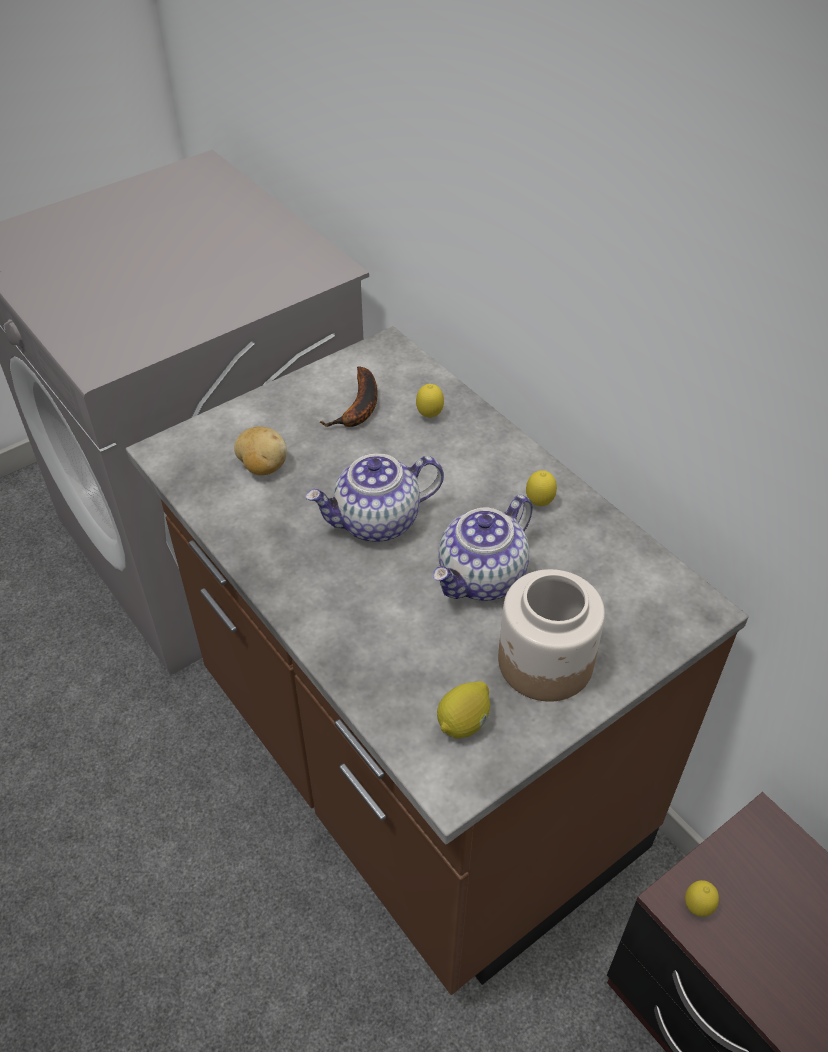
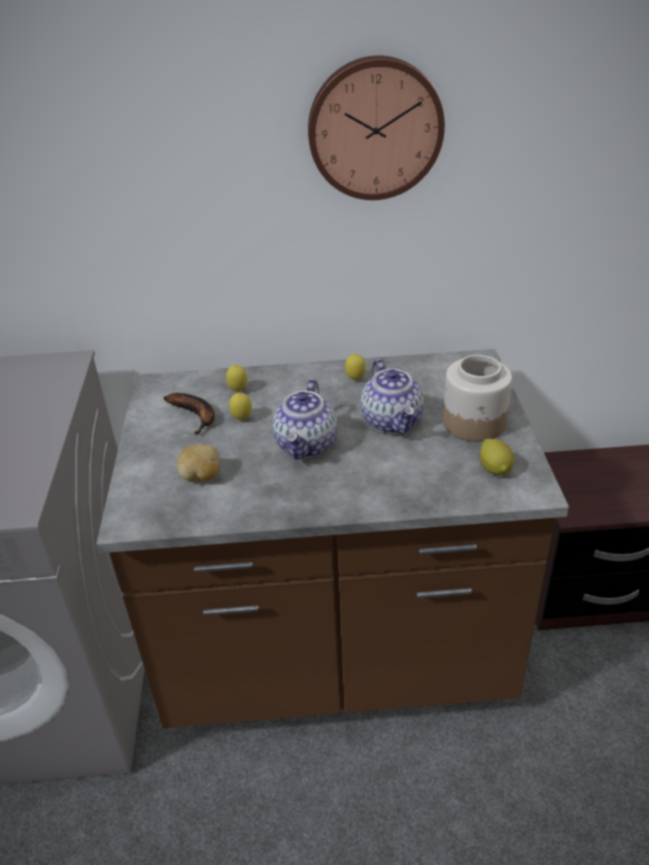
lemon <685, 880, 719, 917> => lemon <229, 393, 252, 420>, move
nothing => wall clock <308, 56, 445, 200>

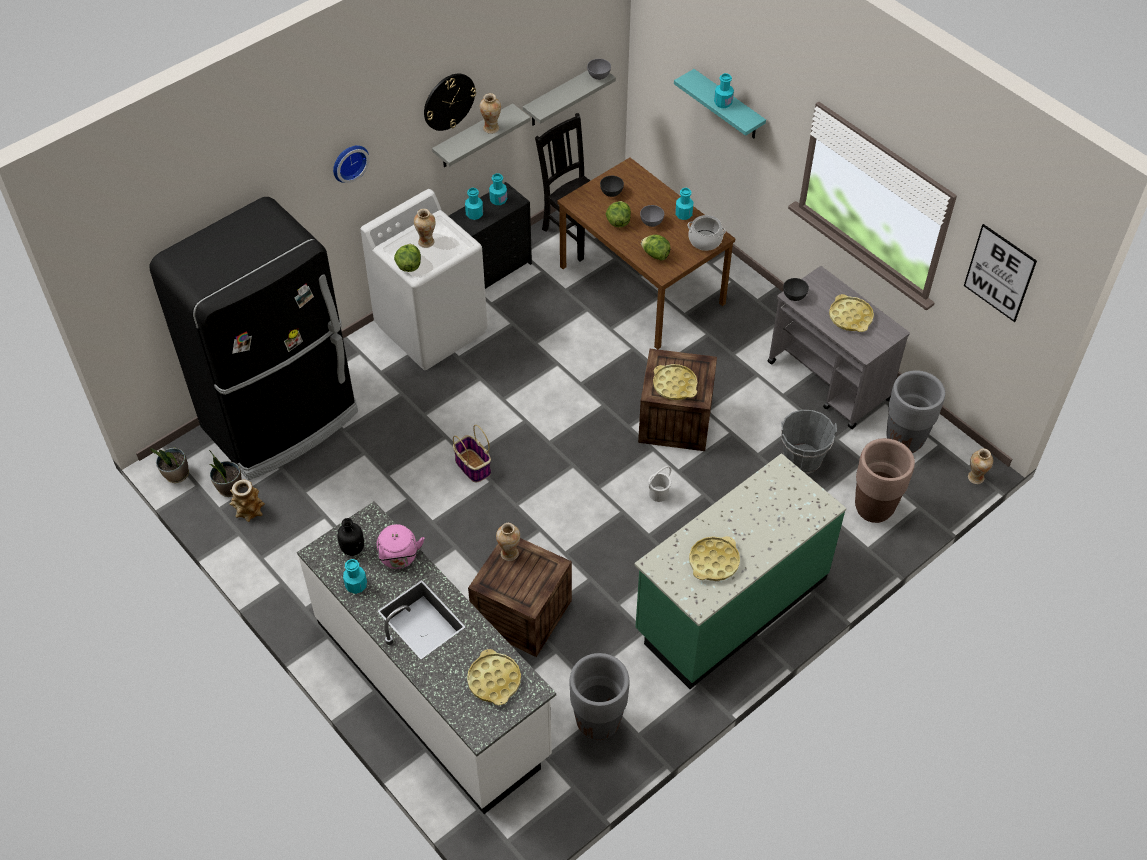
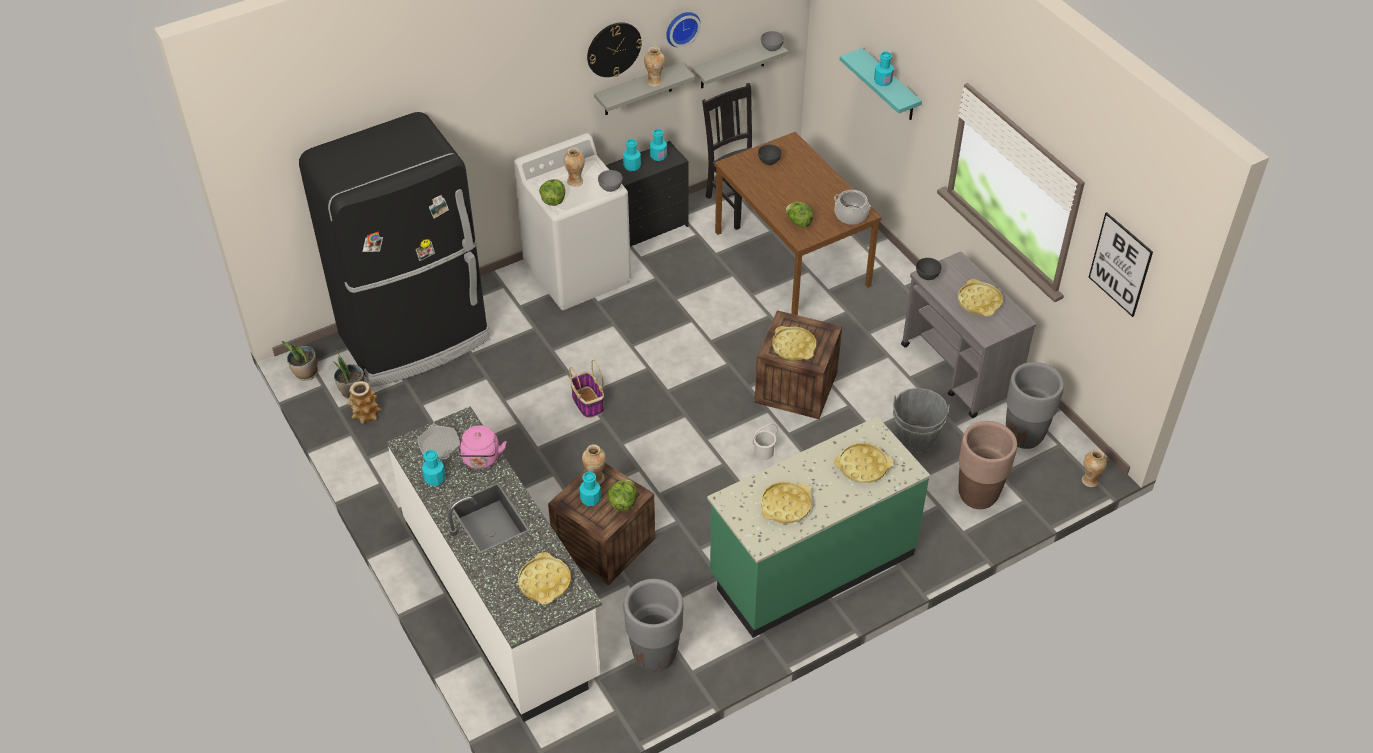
wall clock <333, 145, 369, 183> => wall clock <666, 12, 701, 47>, move
bottle (turquoise) <675, 188, 694, 220> => bottle (turquoise) <579, 472, 601, 506>, move
lettuce <606, 201, 631, 227> => lettuce <608, 479, 637, 511>, move
bowl (grey) <640, 205, 664, 227> => bowl (grey) <598, 170, 622, 192>, move
bottle (black) <337, 518, 364, 556> => frying pan <417, 424, 460, 460>
nothing => tray (yellow) <834, 443, 893, 483>

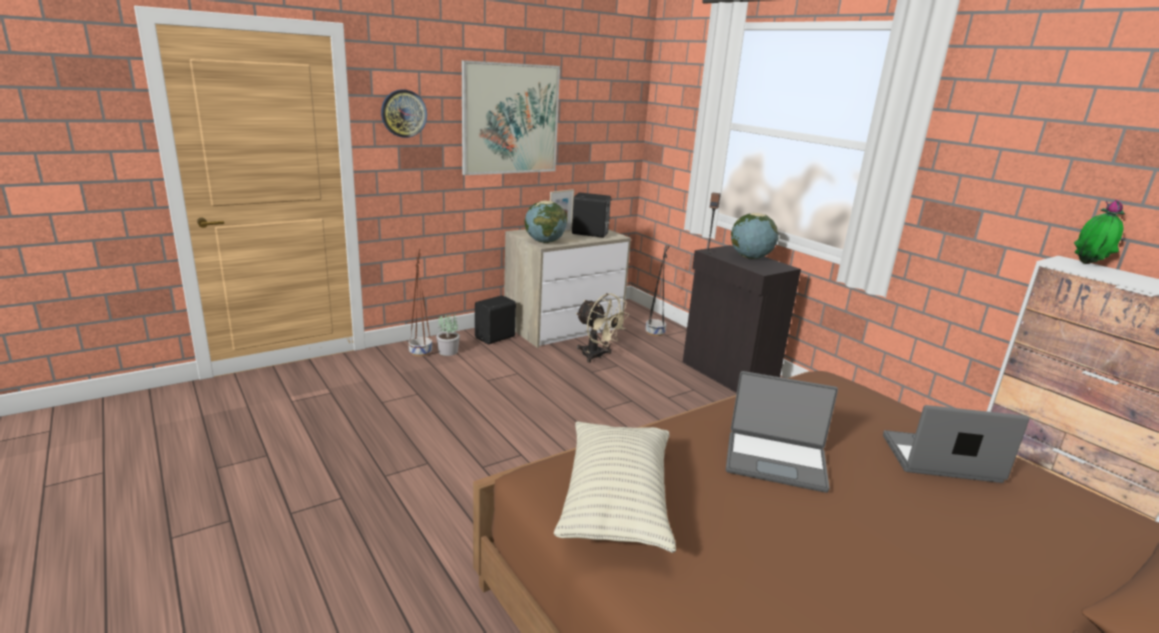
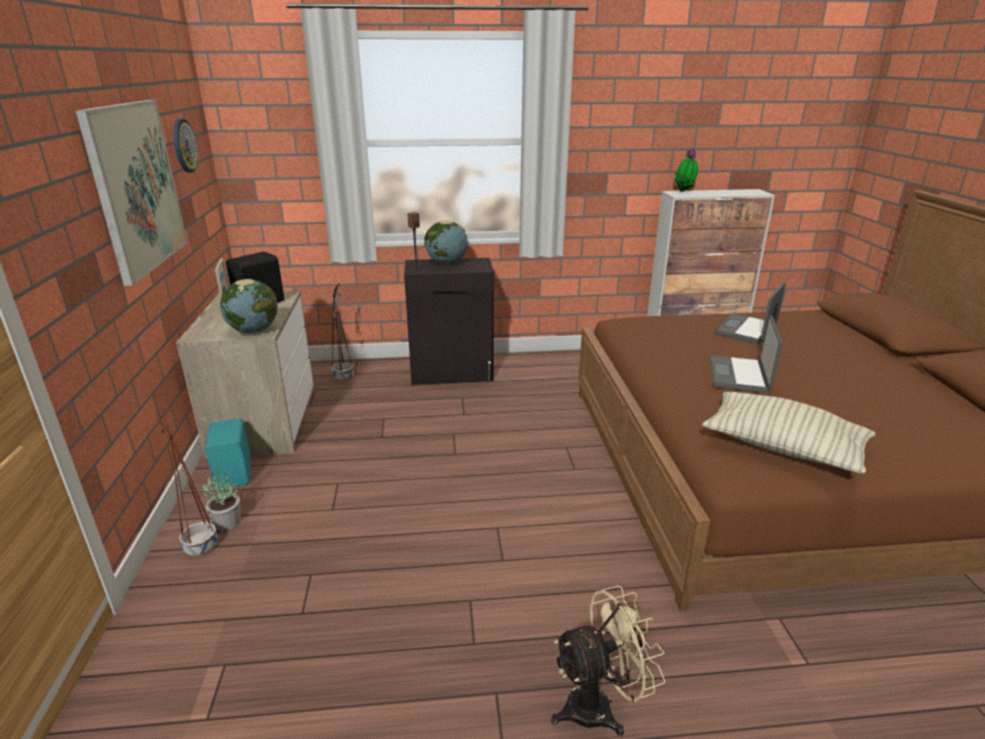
wall clock <381, 89, 427, 138> => wall clock <174, 119, 198, 173>, move
fan (beige) <576, 293, 629, 363> => fan (beige) <551, 585, 665, 736>, move
speaker (black) <475, 295, 516, 344> => speaker (turquoise) <205, 419, 251, 489>
laptop <726, 371, 838, 493> => laptop <709, 315, 783, 393>, 150 degrees clockwise

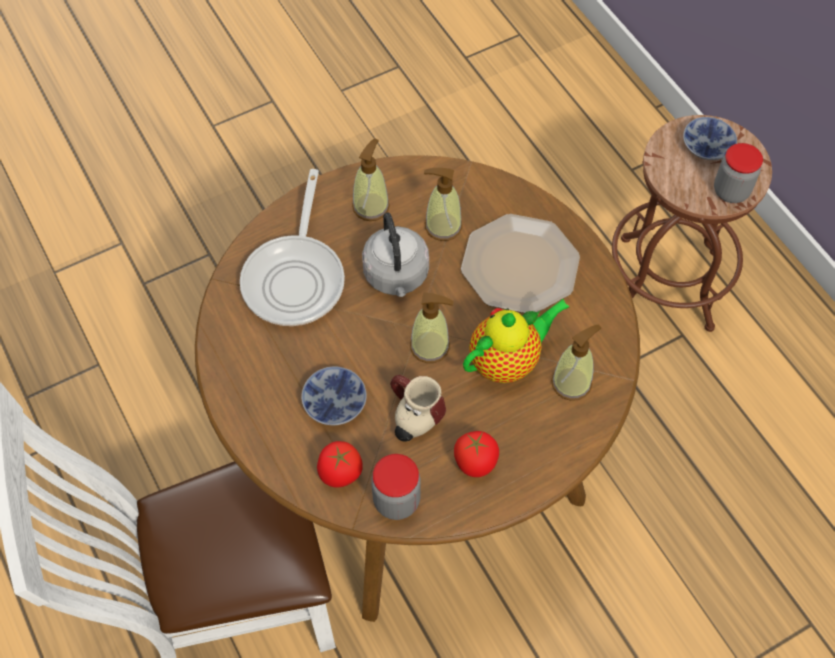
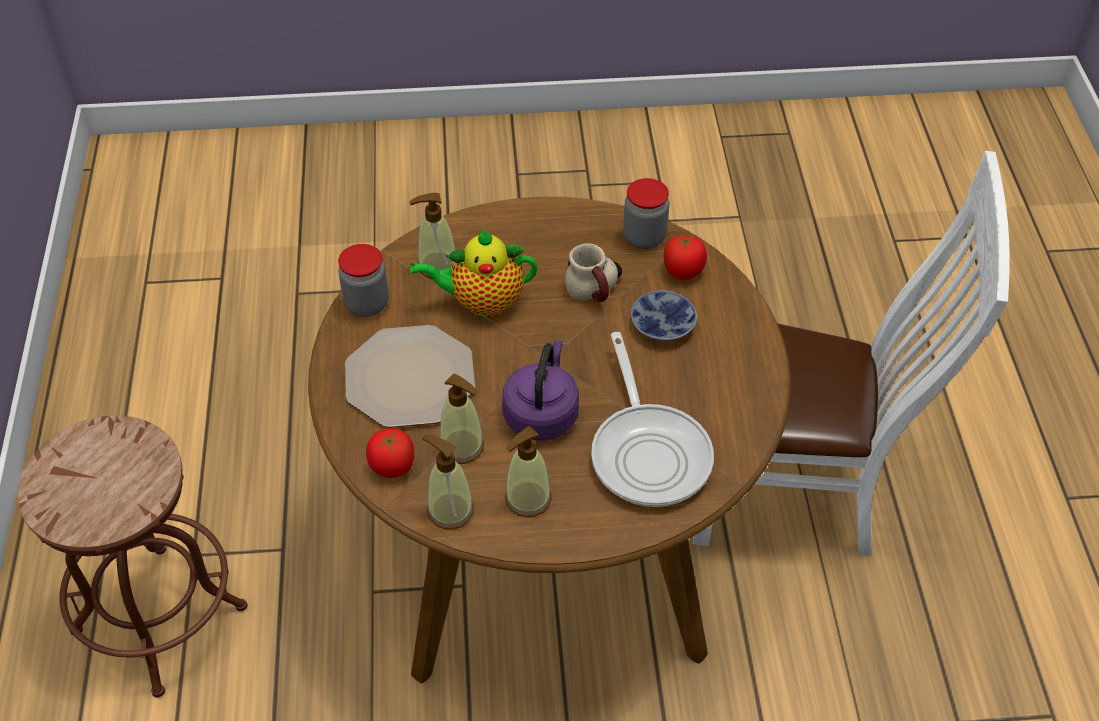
bowl <683, 117, 737, 160> => nothing
jar <714, 143, 763, 203> => jar <338, 244, 389, 317>, move
frying pan <240, 169, 345, 326> => frying pan <591, 332, 714, 507>, 135 degrees clockwise
kettle (grey) <362, 212, 429, 297> => kettle (purple) <502, 340, 579, 441>
soap dispenser <410, 293, 454, 363> => soap dispenser <422, 435, 474, 529>, move
tomato <454, 431, 499, 477> => tomato <366, 428, 414, 478>, move

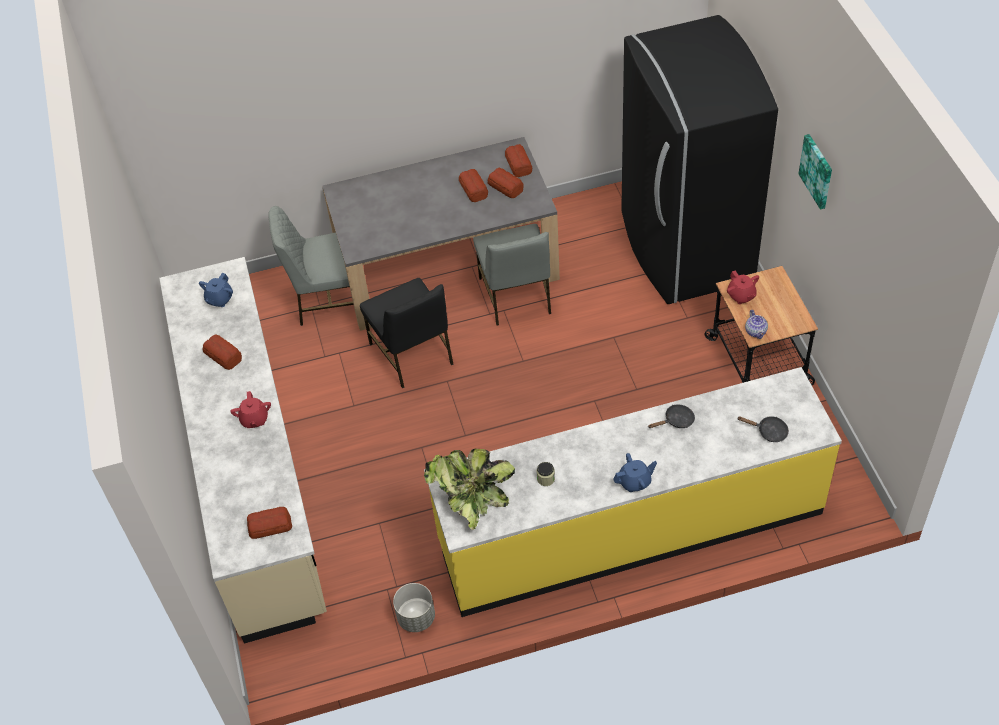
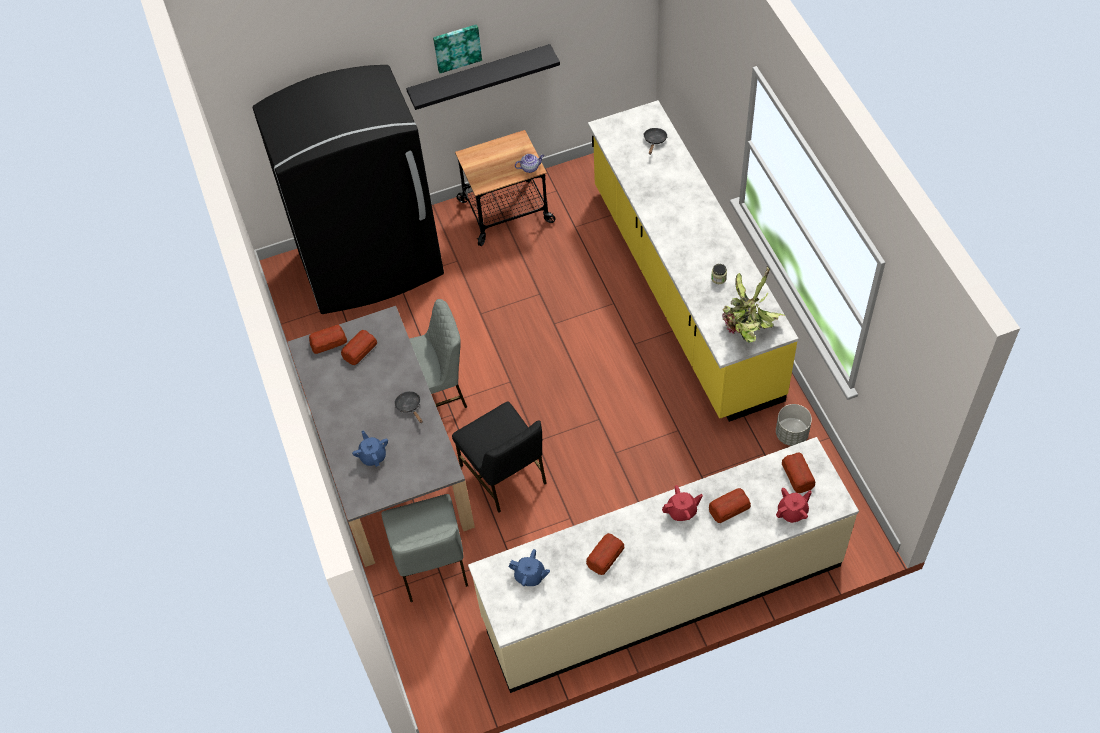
bread <459, 169, 488, 202> => bread <709, 488, 751, 523>, move
teapot (red) <727, 271, 759, 304> => teapot (red) <776, 488, 812, 523>, move
chair (black) <360, 278, 453, 388> => chair (black) <452, 402, 547, 513>, 90 degrees clockwise
frying pan (black) <648, 405, 695, 428> => frying pan (black) <395, 391, 423, 423>, move
teapot (blue) <613, 453, 657, 492> => teapot (blue) <352, 430, 388, 467>, move
nothing => shelf (black) <406, 44, 560, 110>

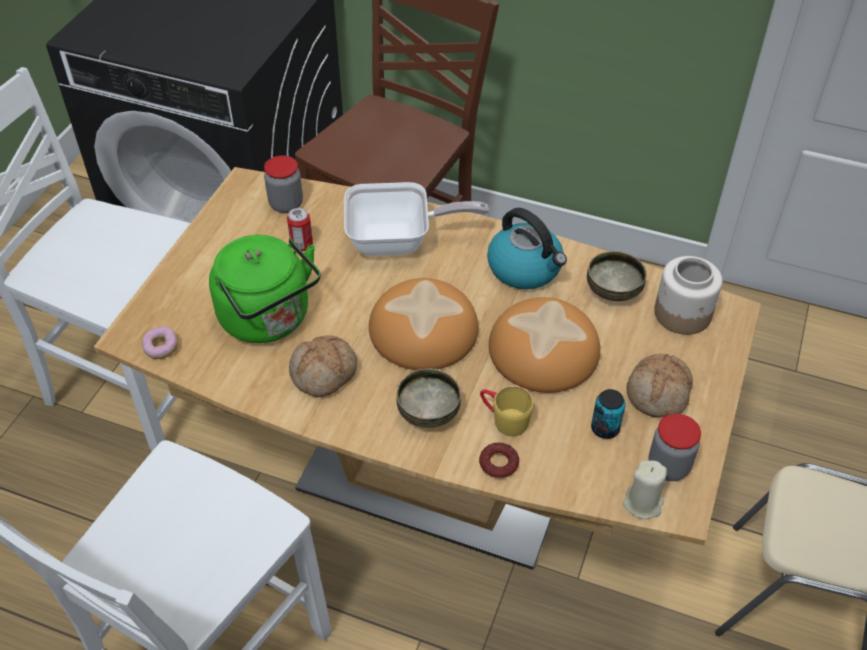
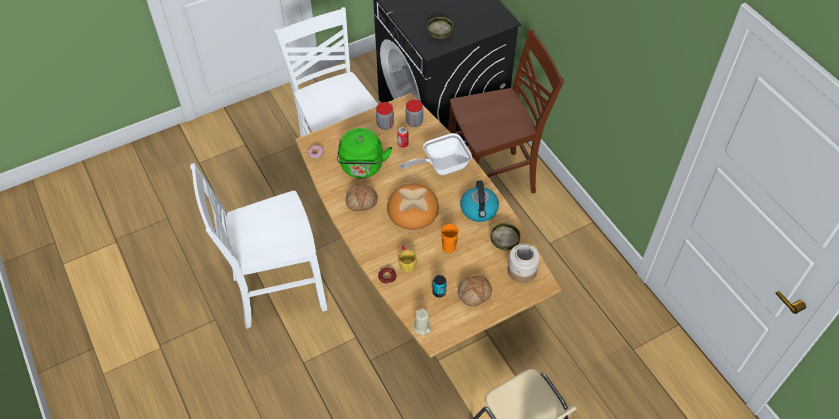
frying pan <344, 182, 489, 256> => frying pan <400, 133, 472, 175>, 120 degrees clockwise
bread <489, 297, 600, 393> => cup (orange) <441, 224, 459, 253>
bowl <396, 368, 461, 428> => bowl <427, 17, 453, 39>, move
jar <648, 414, 701, 481> => jar <376, 102, 394, 130>, move

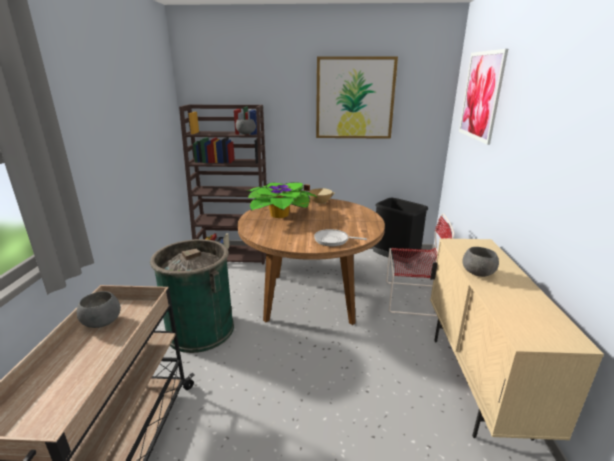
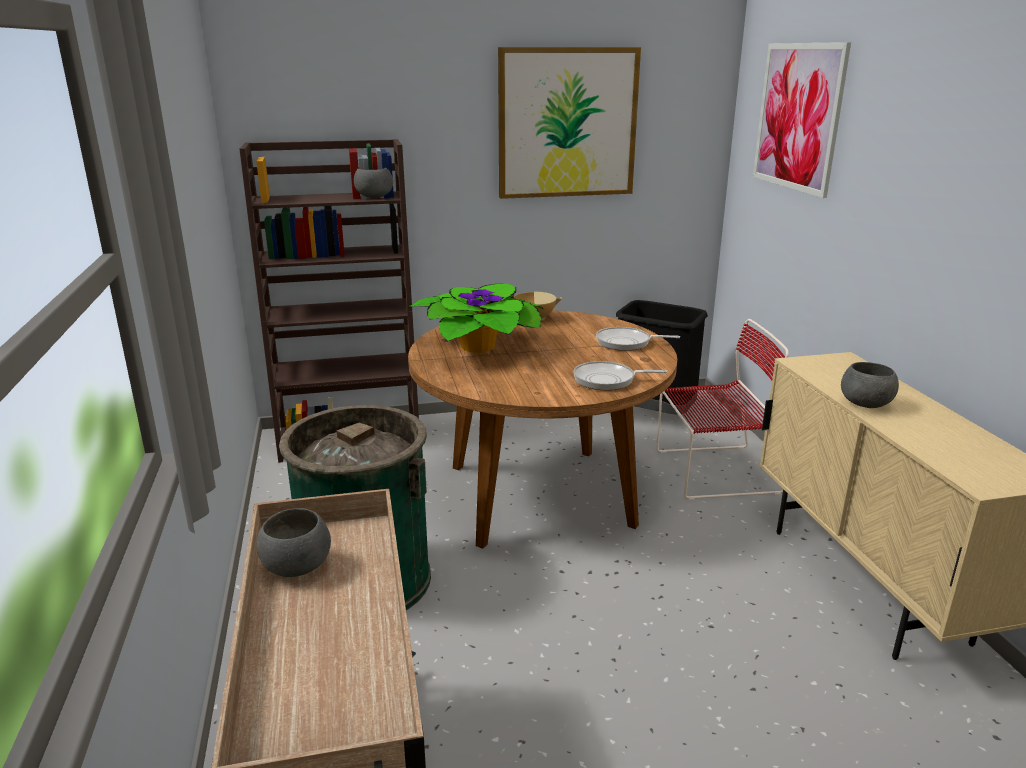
nothing => frying pan <596, 327, 680, 351>

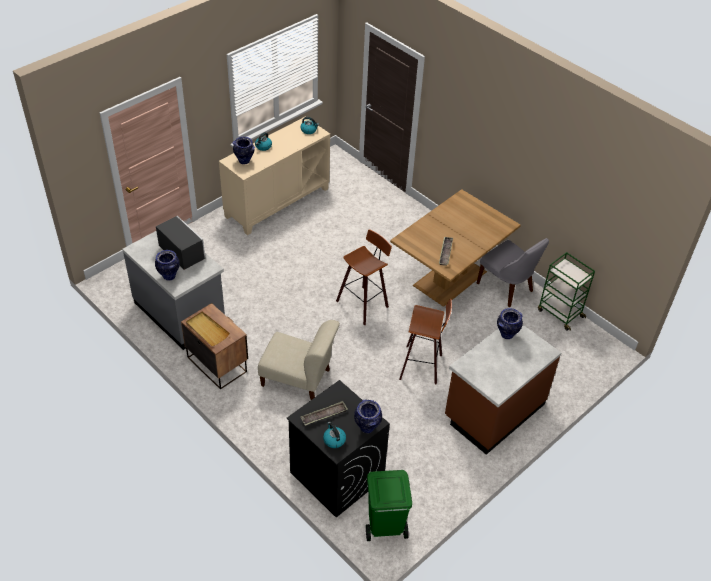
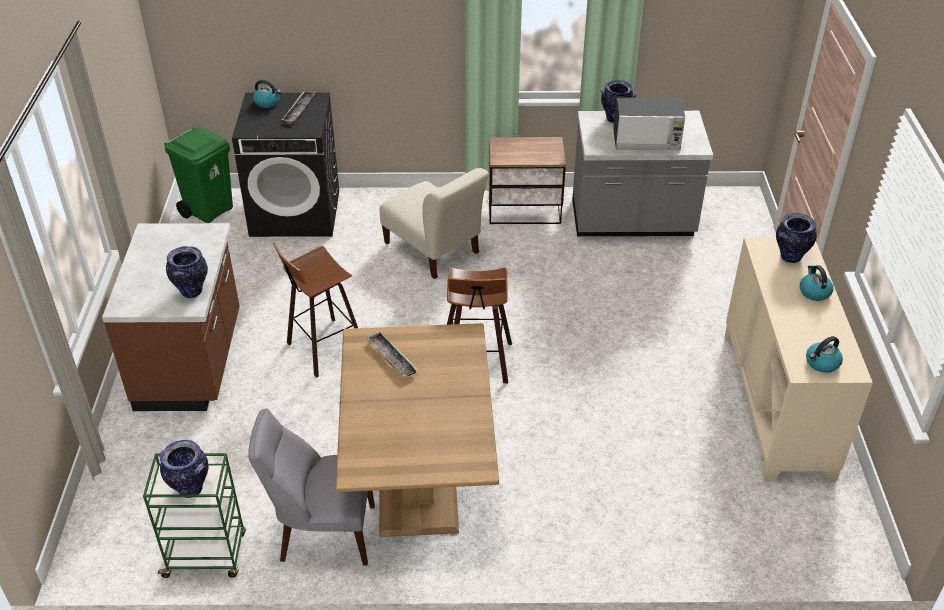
tray (beige) <186, 311, 230, 346> => nothing
chair (beige) <258, 320, 340, 400> => chair (beige) <380, 168, 489, 279>, 105 degrees counterclockwise
vase <354, 399, 382, 433> => vase <160, 440, 209, 498>, move

